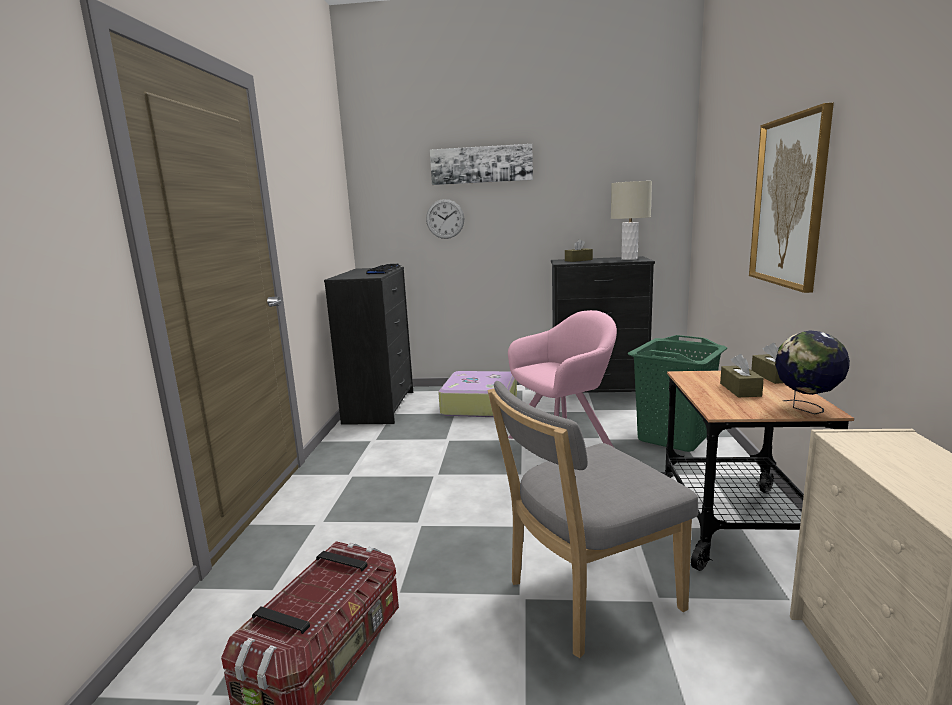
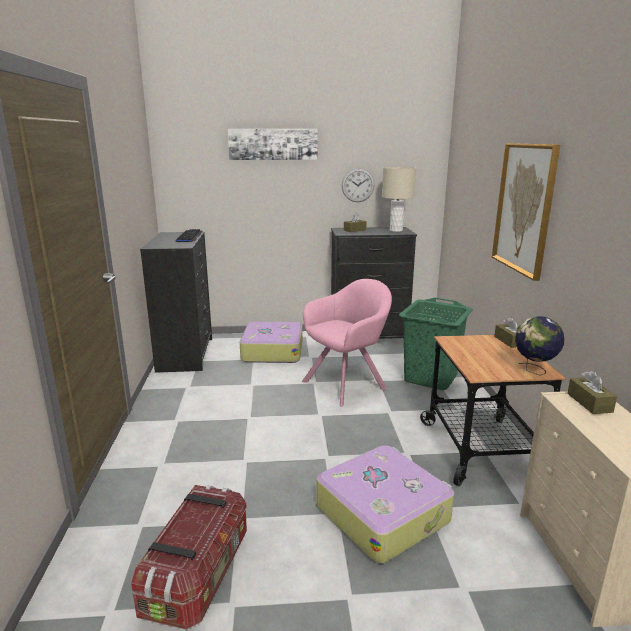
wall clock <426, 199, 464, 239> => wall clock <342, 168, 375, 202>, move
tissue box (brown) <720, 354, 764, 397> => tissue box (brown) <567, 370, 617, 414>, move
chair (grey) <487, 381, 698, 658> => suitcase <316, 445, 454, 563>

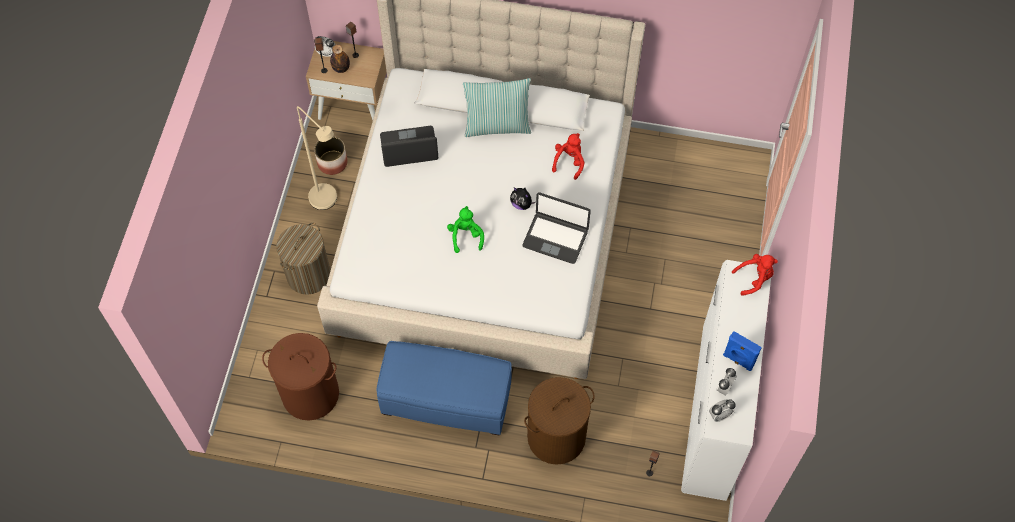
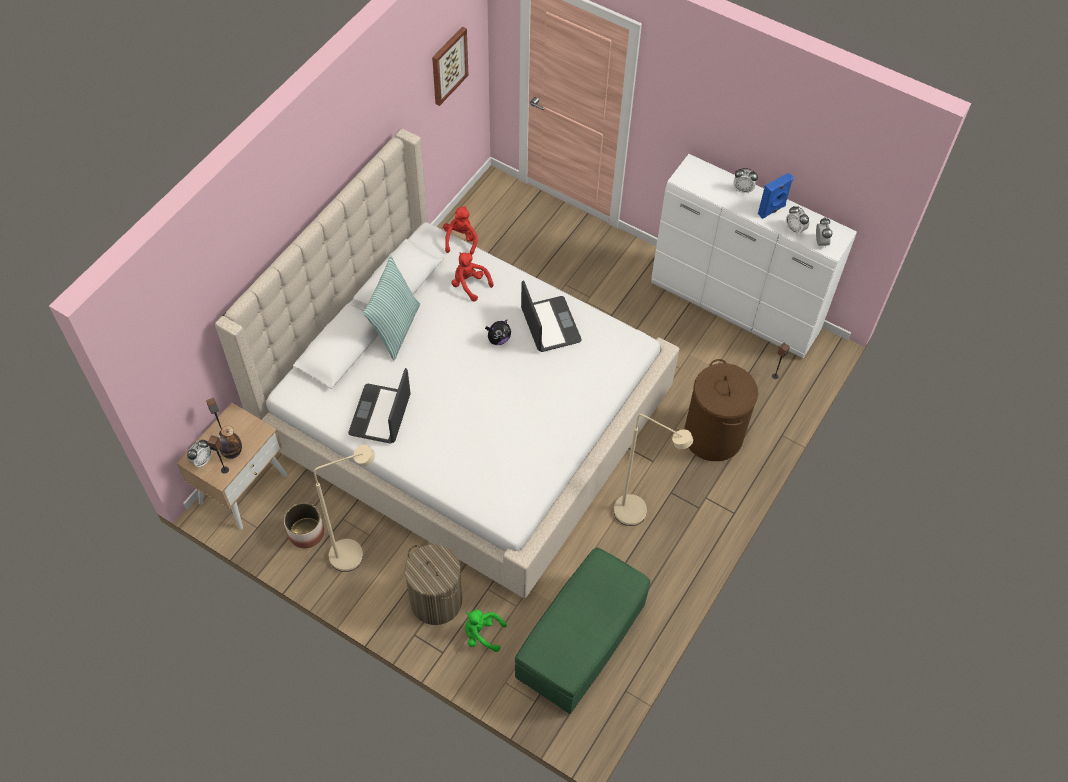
laptop <523, 192, 591, 264> => laptop <521, 280, 582, 352>, 60 degrees counterclockwise
plush toy (green) <447, 206, 484, 253> => plush toy (green) <465, 609, 507, 652>, move
plush toy (red) <732, 254, 778, 296> => plush toy (red) <443, 206, 478, 255>, move
laundry basket (brown) <262, 333, 339, 421> => ottoman (green) <515, 547, 650, 714>
ottoman (blue) <376, 341, 512, 435> => floor lamp (beige) <614, 414, 693, 526>
nothing => picture <432, 27, 468, 106>
nothing => alarm clock <733, 168, 758, 194>

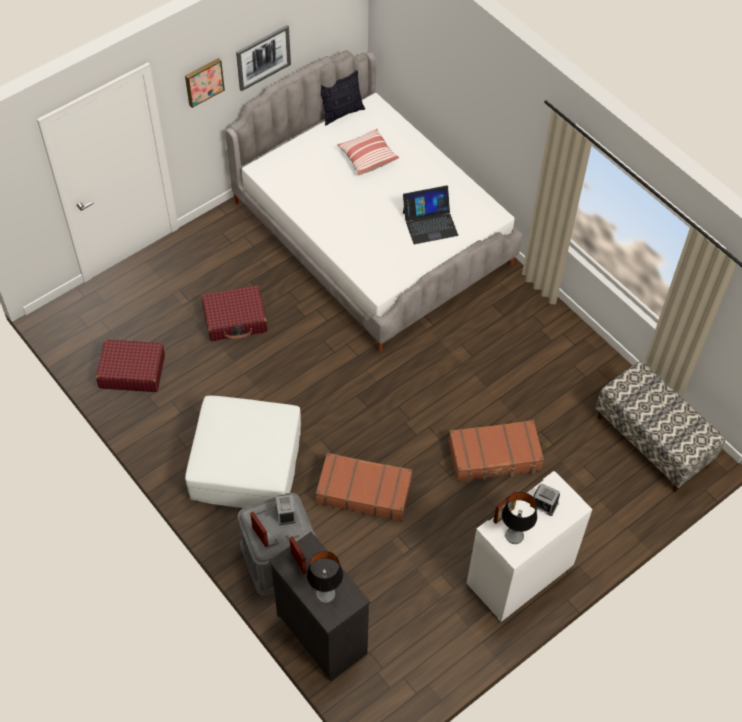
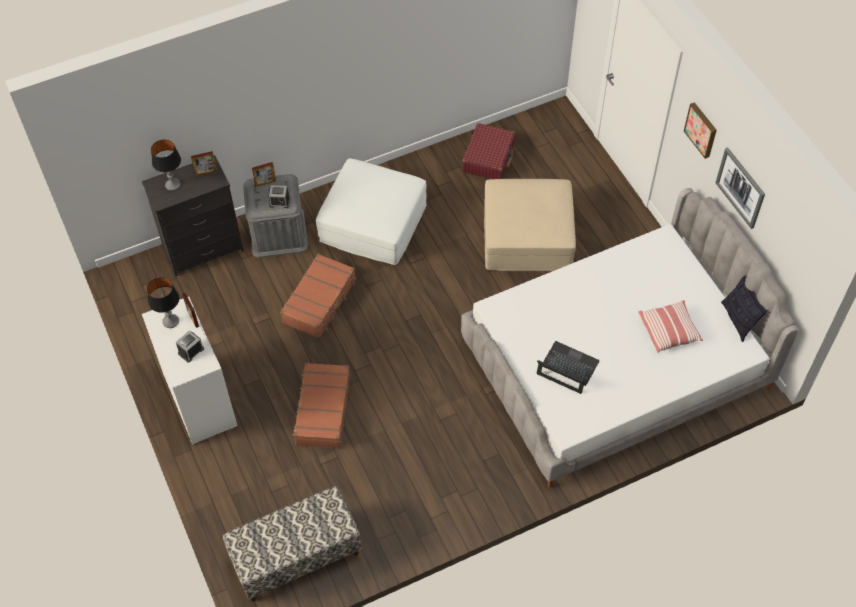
laptop <403, 186, 458, 244> => laptop <537, 341, 600, 394>, 120 degrees clockwise
suitcase (red) <202, 285, 268, 341> => ottoman (beige) <484, 179, 576, 271>

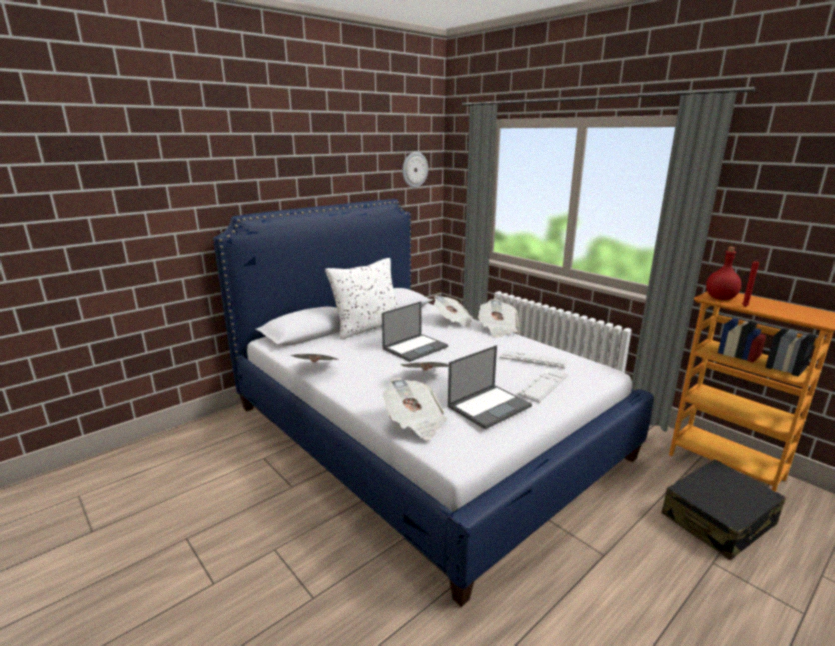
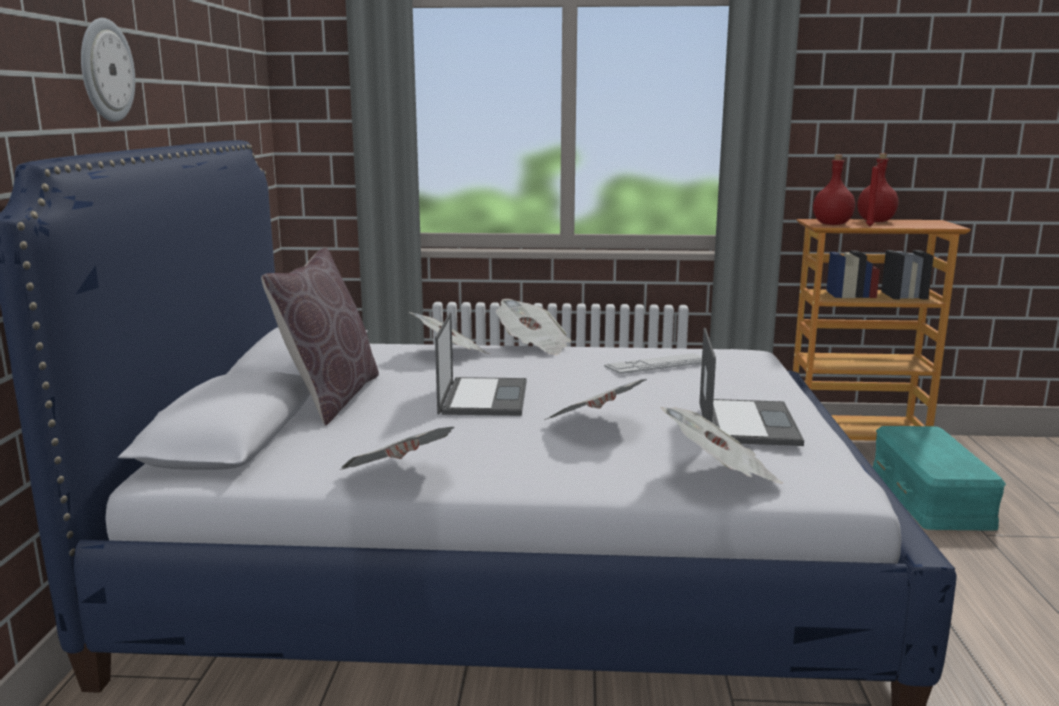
wall clock <402, 152, 428, 188> => wall clock <81, 18, 135, 122>, move
pillow (white) <325, 258, 399, 340> => pillow (brown) <261, 248, 379, 426>
keyboard <517, 368, 568, 403> => nothing
suitcase (black) <661, 459, 786, 560> => storage box (turquoise) <873, 426, 1006, 531>
nothing => bottle (red) <857, 153, 898, 222>

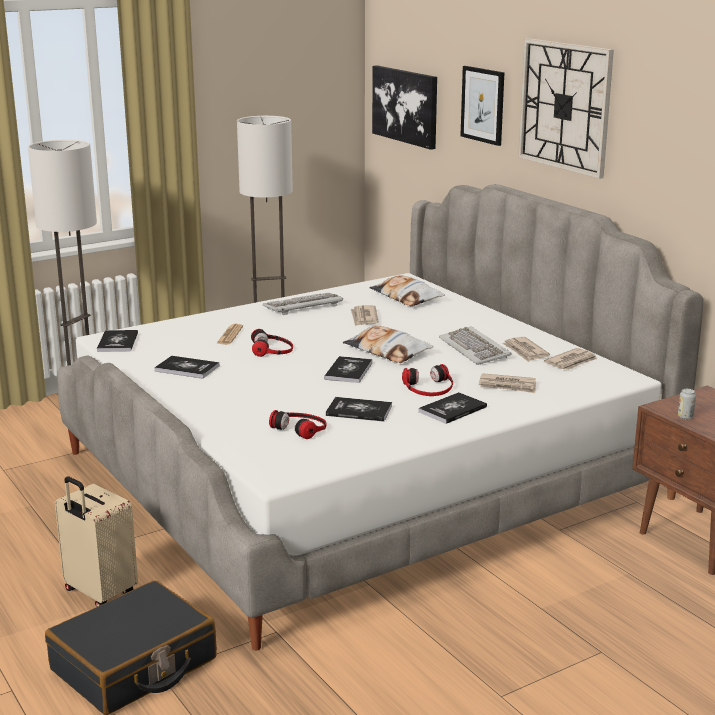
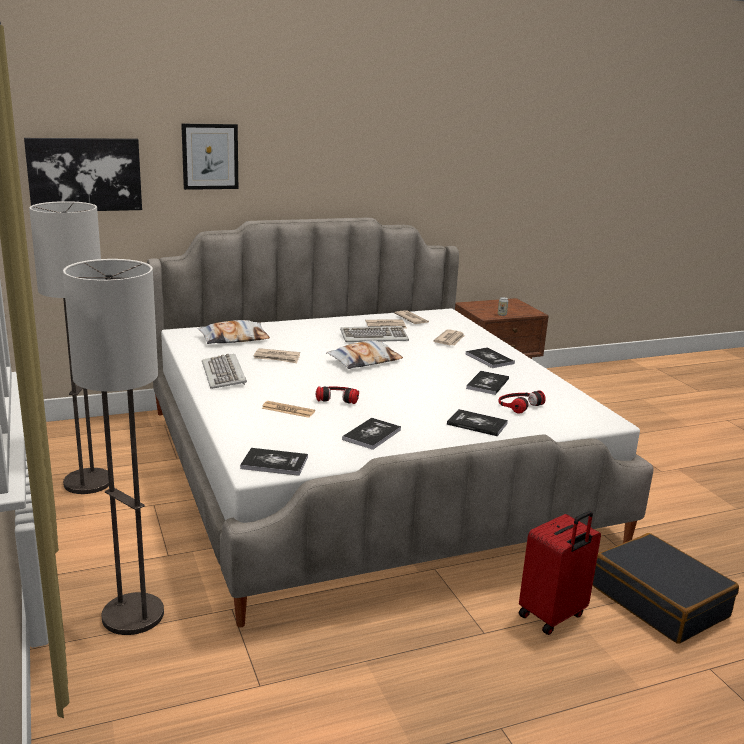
wall clock <518, 38, 614, 179> => nothing
book <324, 356, 372, 383> => book <447, 409, 508, 436>, move
headphones <402, 364, 453, 396> => nothing
suitcase (beige) <55, 476, 138, 607> => suitcase (red) <519, 511, 601, 635>

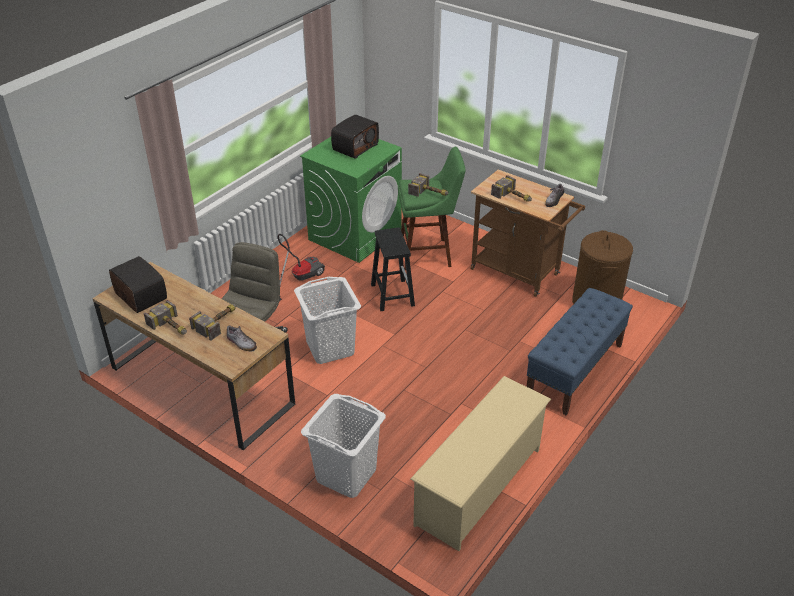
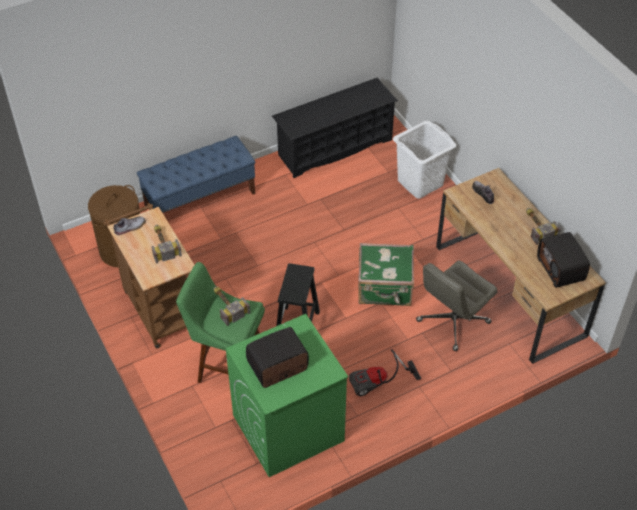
laundry basket (white) <294, 277, 361, 364> => suitcase (green) <358, 243, 414, 306>
hammer <189, 304, 236, 340> => nothing
shoe rack (beige) <411, 376, 551, 551> => shoe rack (black) <272, 78, 398, 178>

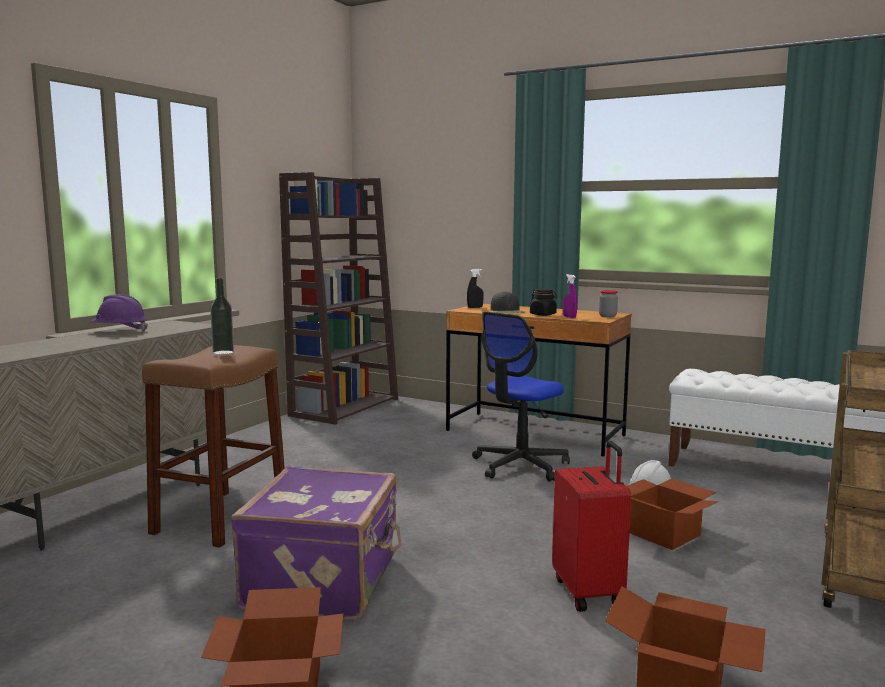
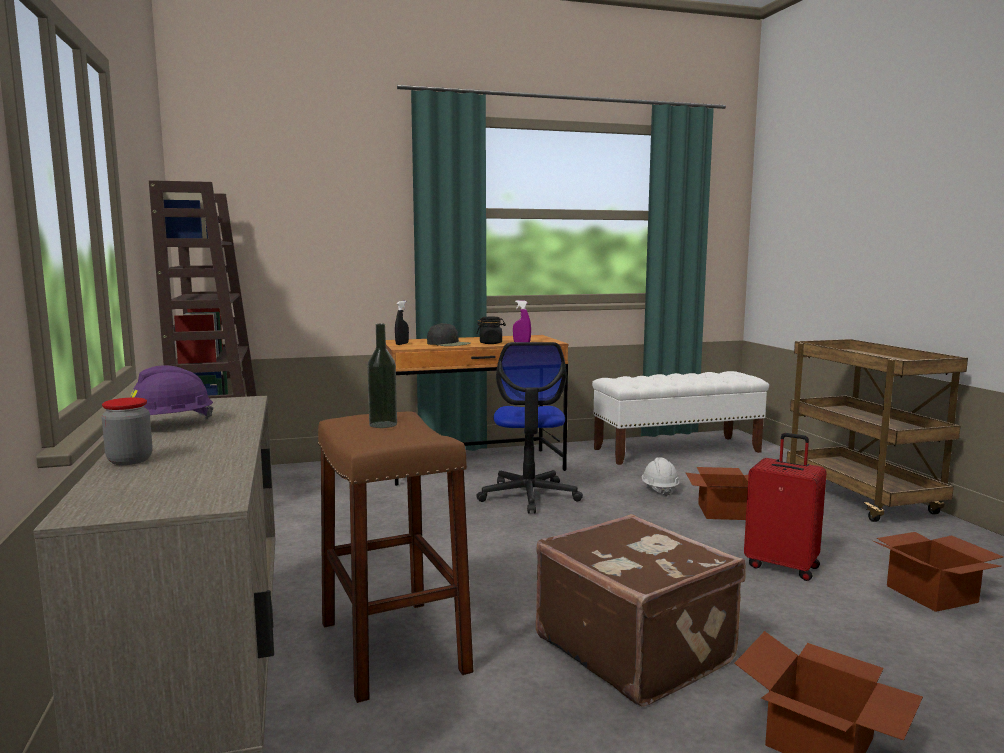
jar <599, 290, 618, 317> => jar <102, 397, 153, 465>, move
suitcase (purple) <231, 466, 401, 621> => suitcase (brown) <536, 514, 746, 707>

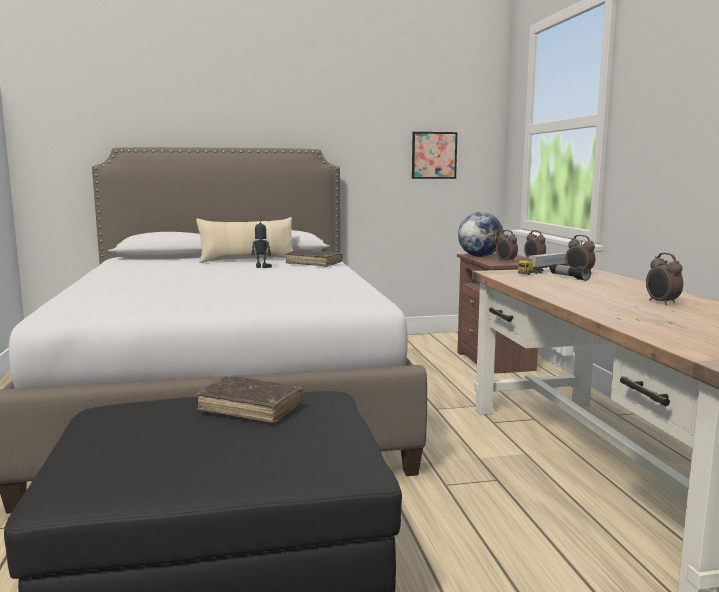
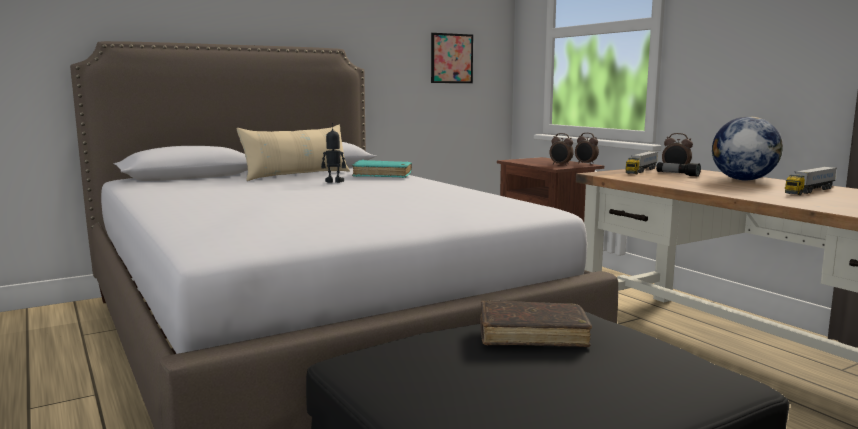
globe <458, 212, 504, 257> => globe <712, 116, 783, 181>, move
book (brown) <286, 249, 343, 267> => book (turquoise) <352, 160, 412, 178>
alarm clock <646, 253, 683, 305> => toy truck <785, 166, 837, 195>

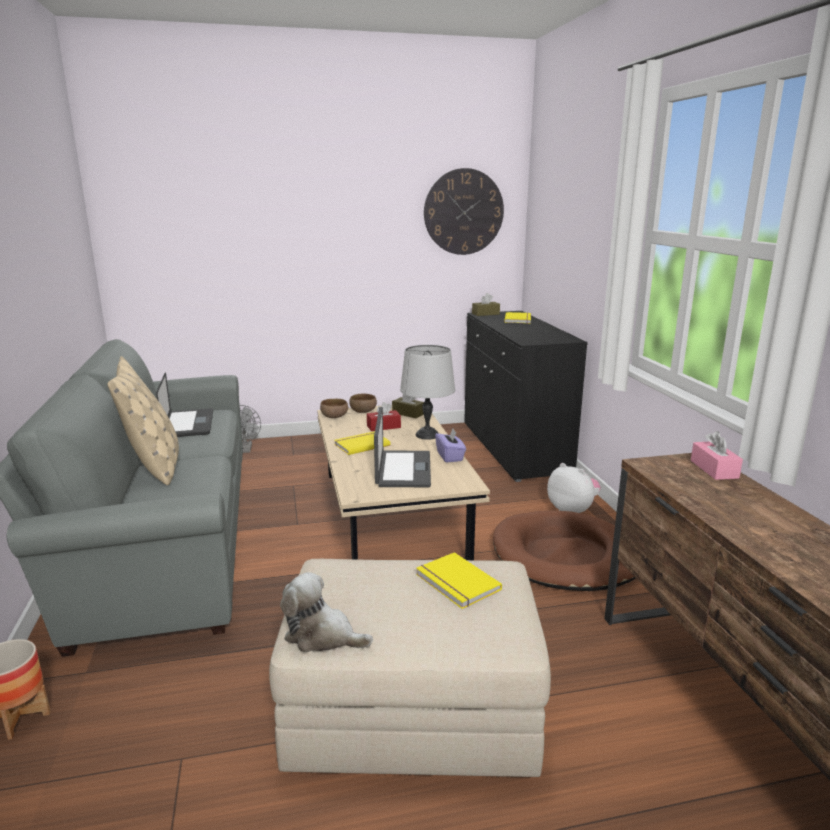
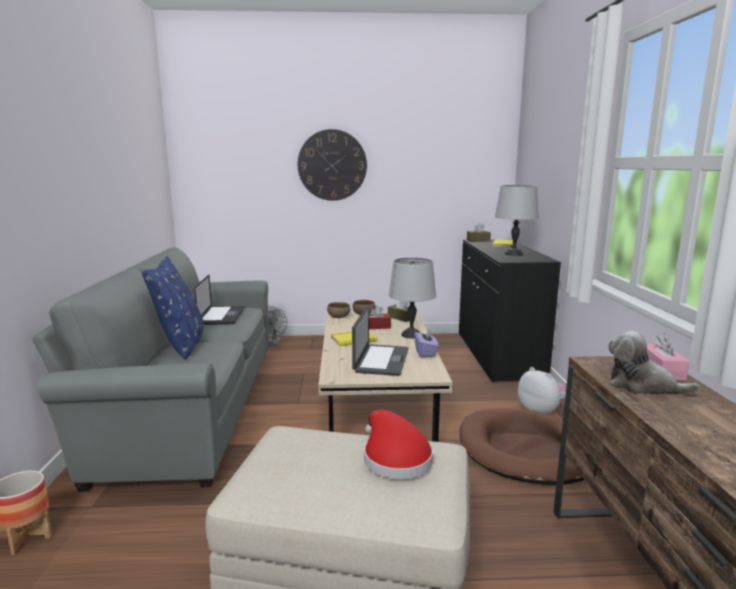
wall clock <424, 168, 504, 255> => wall clock <298, 129, 367, 201>, move
pillow (beige) <107, 356, 179, 485> => pillow (blue) <142, 256, 204, 359>
book (yellow) <416, 552, 502, 609> => hat (red) <364, 410, 433, 479>
plush toy <280, 572, 373, 652> => plush toy <608, 331, 700, 395>, move
nothing => table lamp (grey) <495, 185, 539, 256>

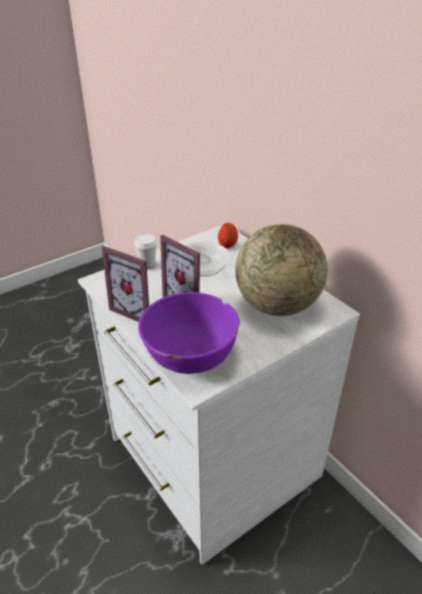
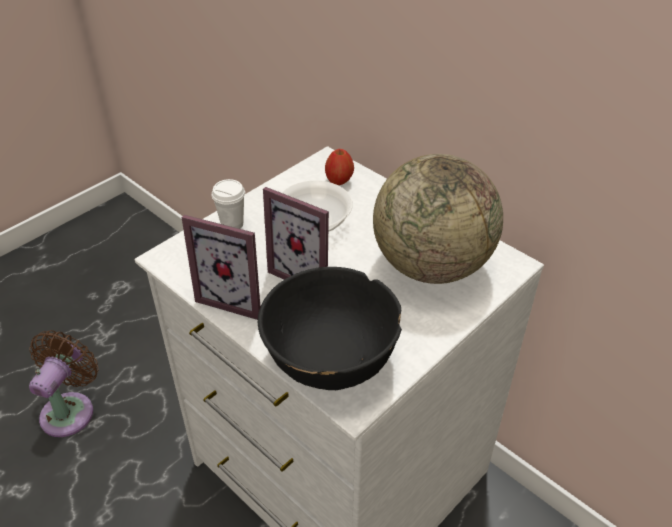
bowl (purple) <138, 292, 240, 374> => bowl (black) <258, 267, 402, 390>
nothing => fan (brown) <29, 330, 98, 437>

